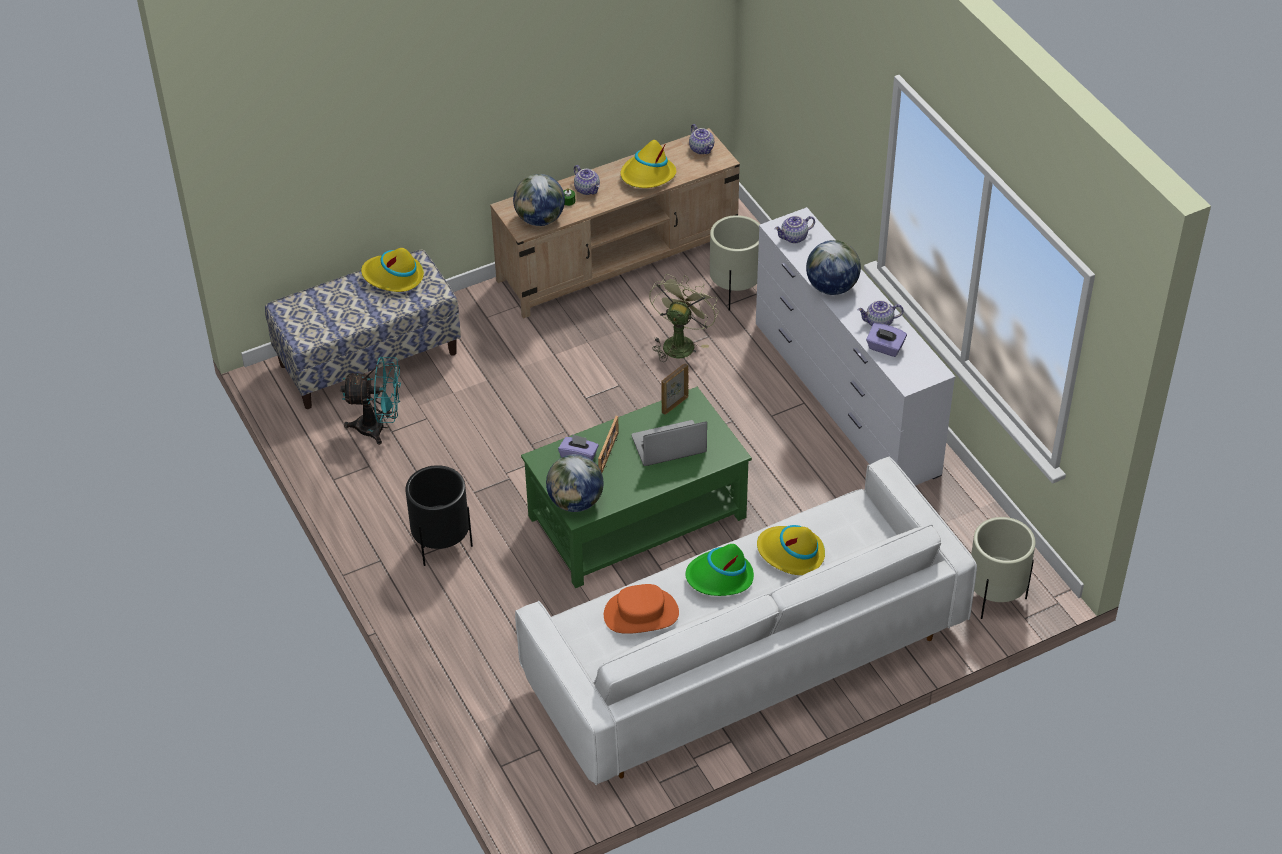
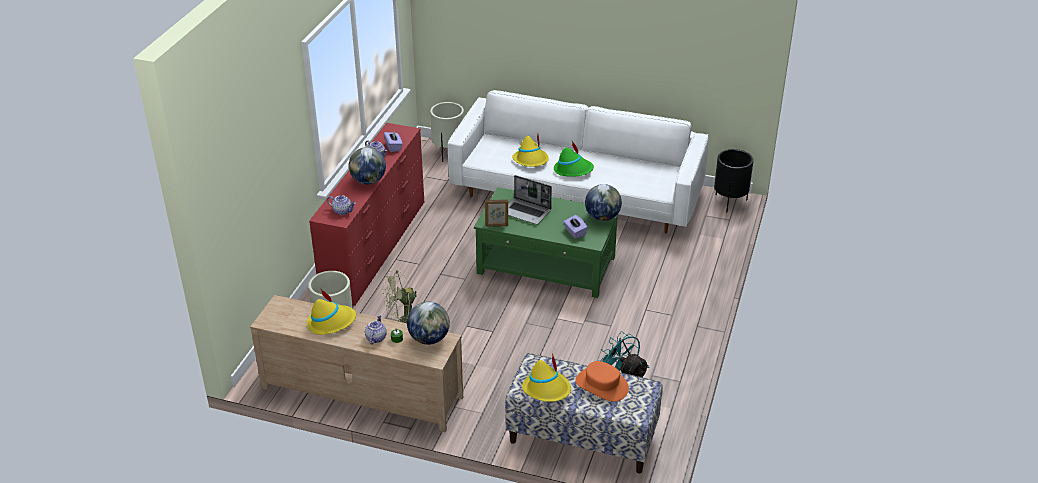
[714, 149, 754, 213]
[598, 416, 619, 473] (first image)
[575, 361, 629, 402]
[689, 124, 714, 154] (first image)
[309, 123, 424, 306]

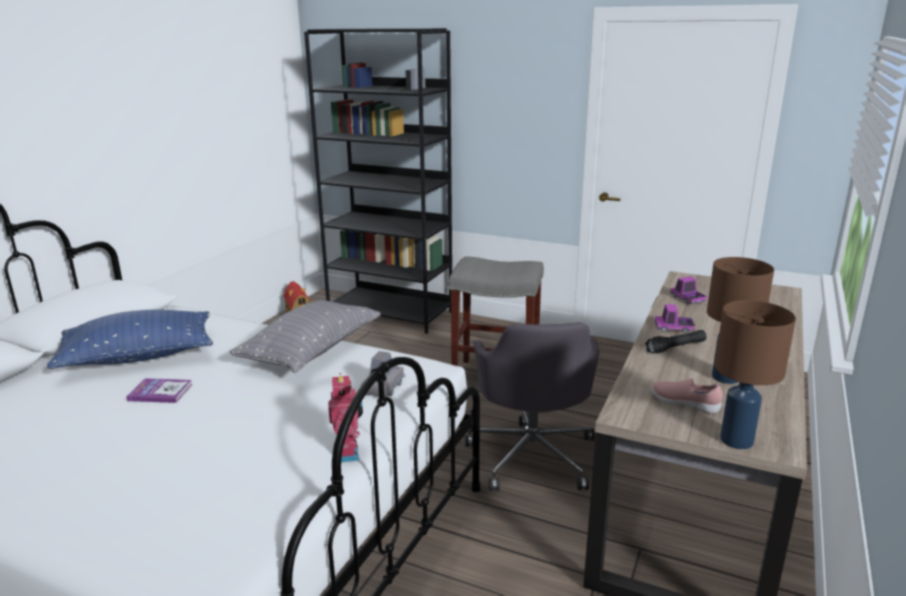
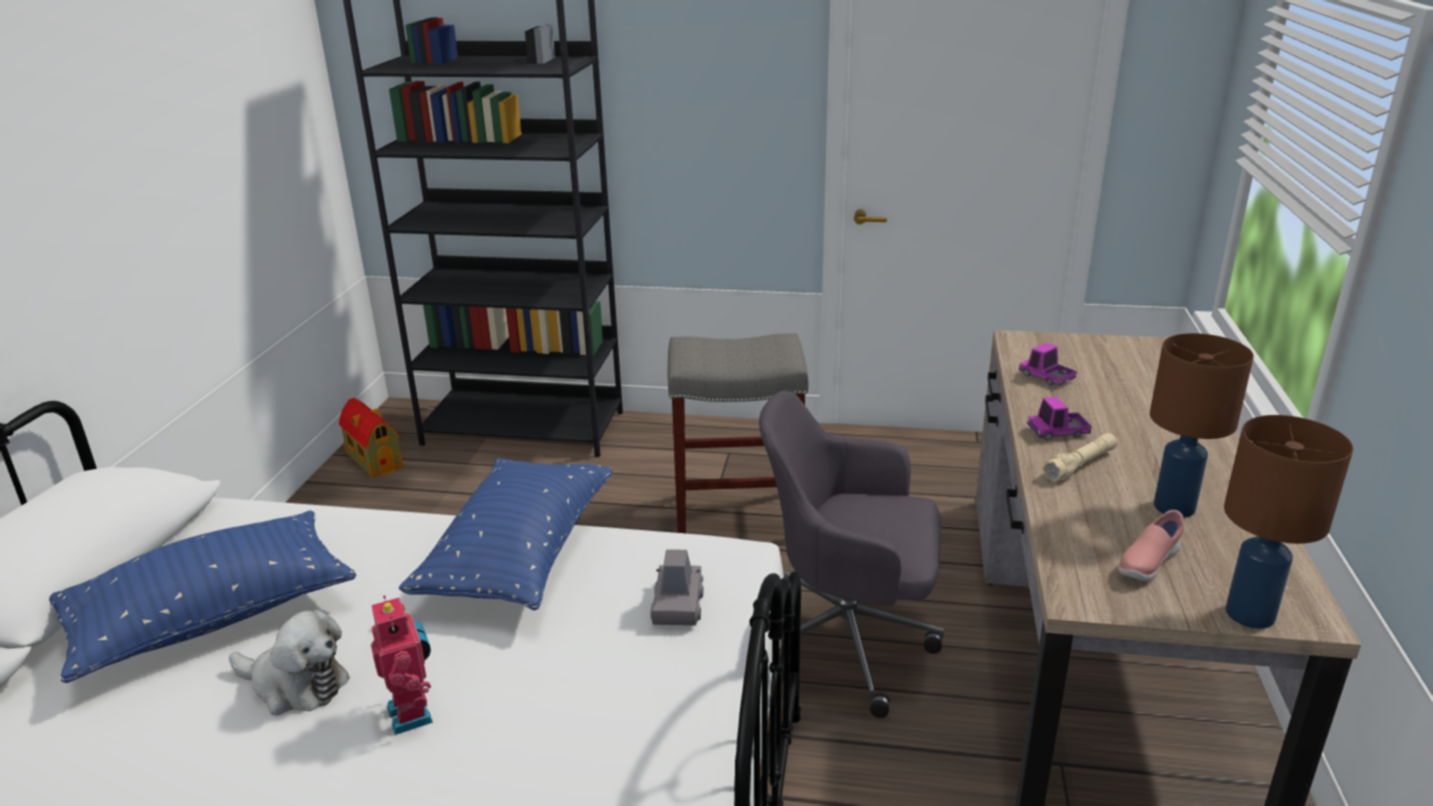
[229, 609, 350, 716]
[399, 458, 613, 610]
[371, 595, 433, 735]
[759, 390, 944, 718]
[1042, 433, 1117, 482]
[1118, 510, 1184, 581]

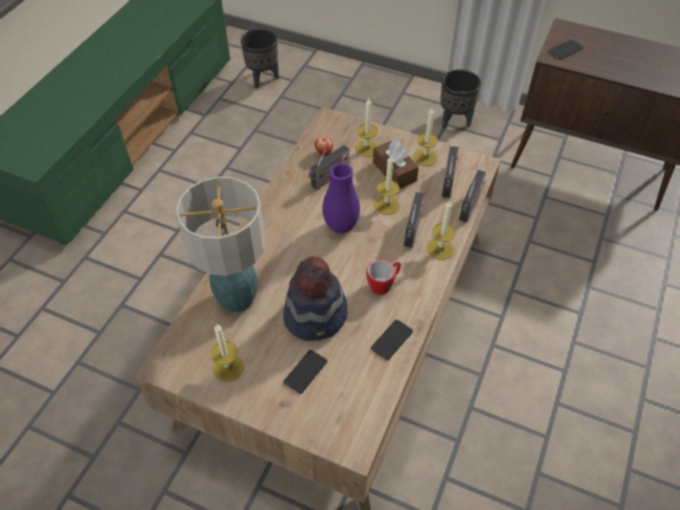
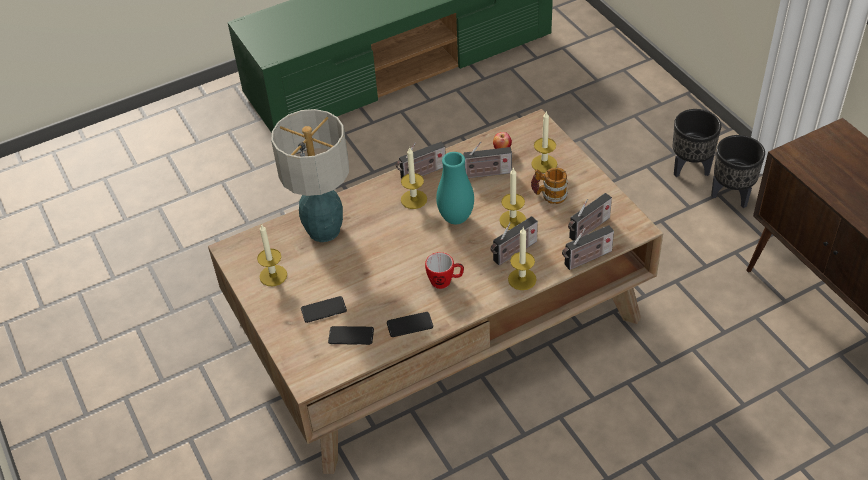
[673, 109, 721, 177]
[283, 257, 348, 341] (first image)
[436, 152, 474, 224]
[531, 168, 568, 204]
[401, 148, 427, 209]
[328, 326, 374, 345]
[396, 142, 446, 179]

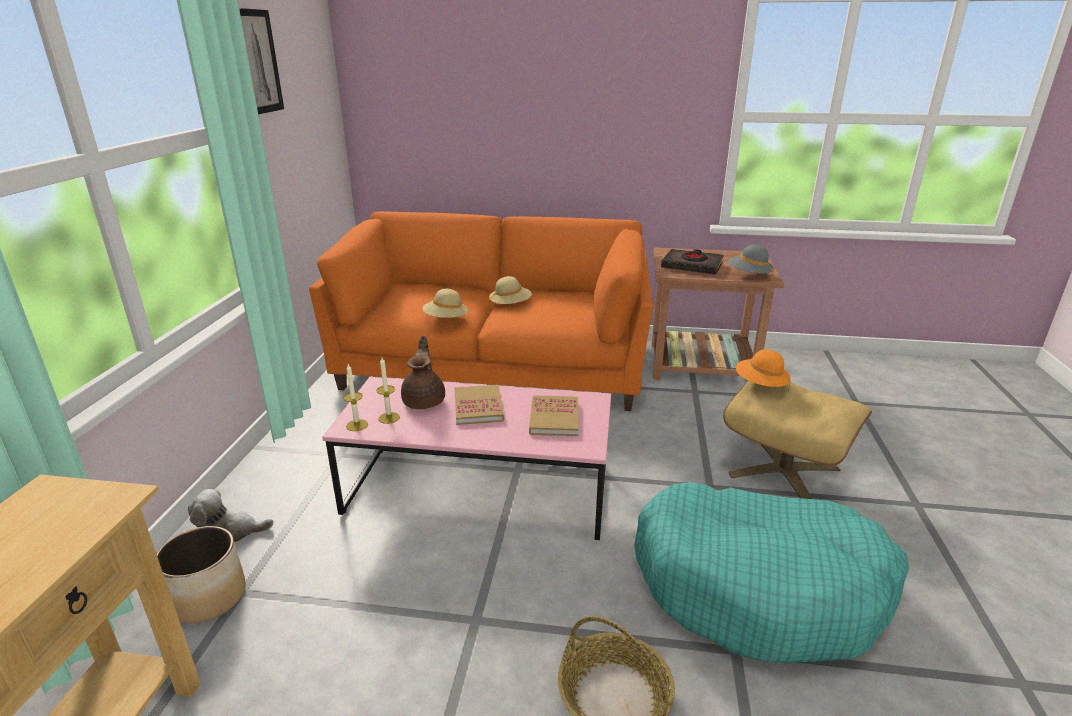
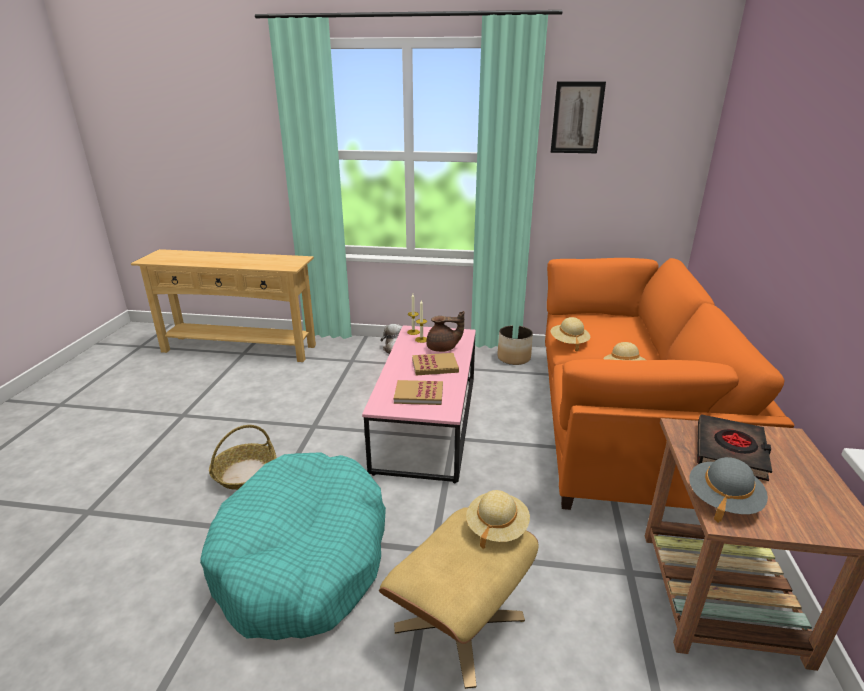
[497, 325, 533, 365]
[466, 490, 530, 549]

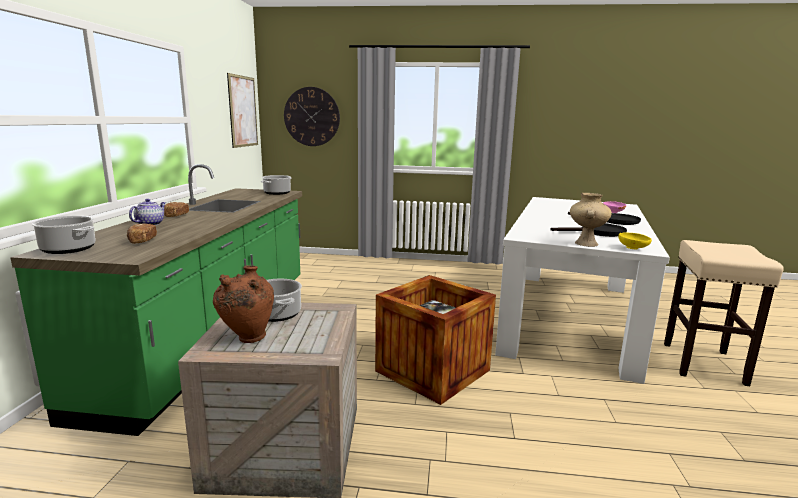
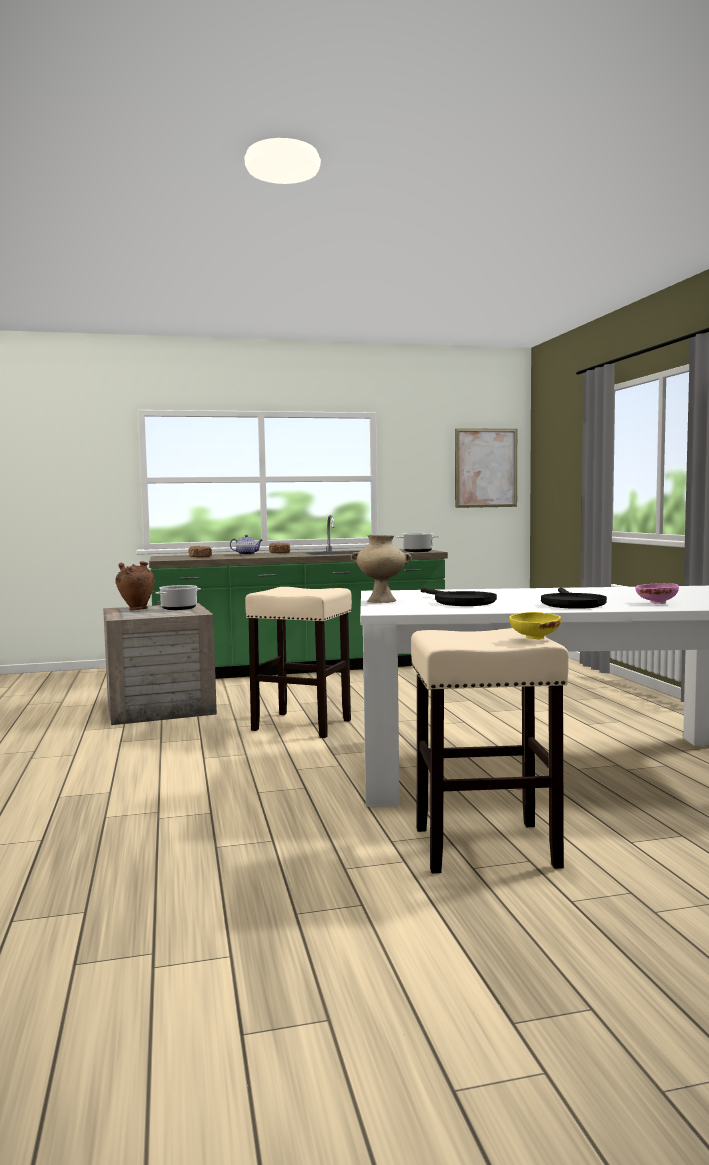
[32, 216, 96, 254] (first image)
[284, 87, 340, 146] (first image)
[245, 587, 352, 738]
[509, 612, 561, 639]

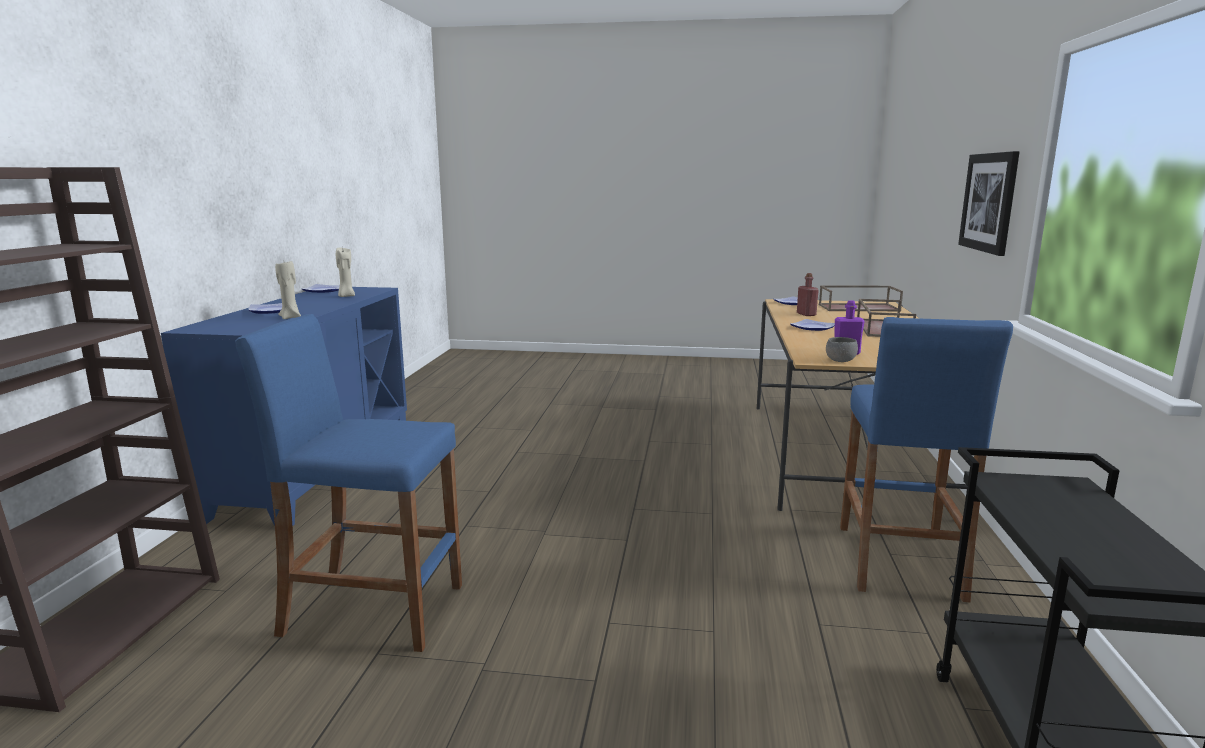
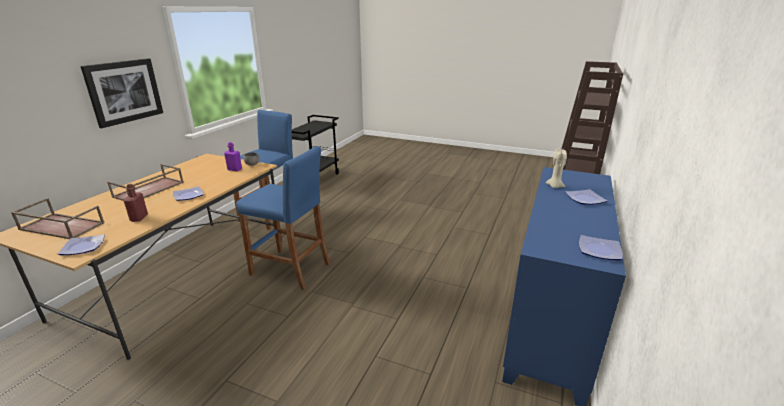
[236, 146, 330, 290]
[336, 248, 355, 297] (first image)

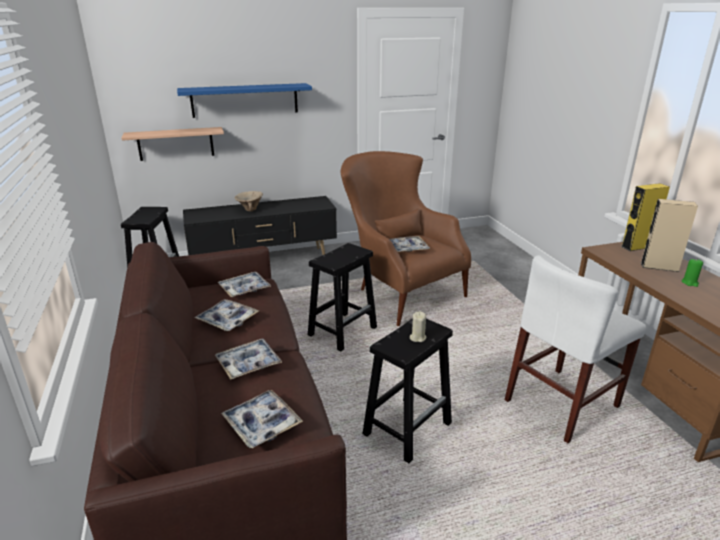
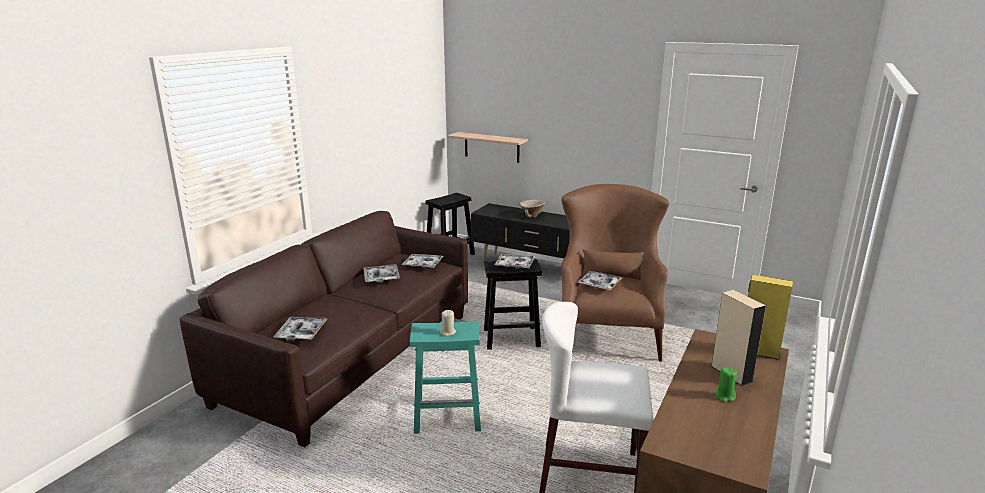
[177, 83, 312, 118] (first image)
[495, 254, 535, 269]
[410, 321, 481, 434]

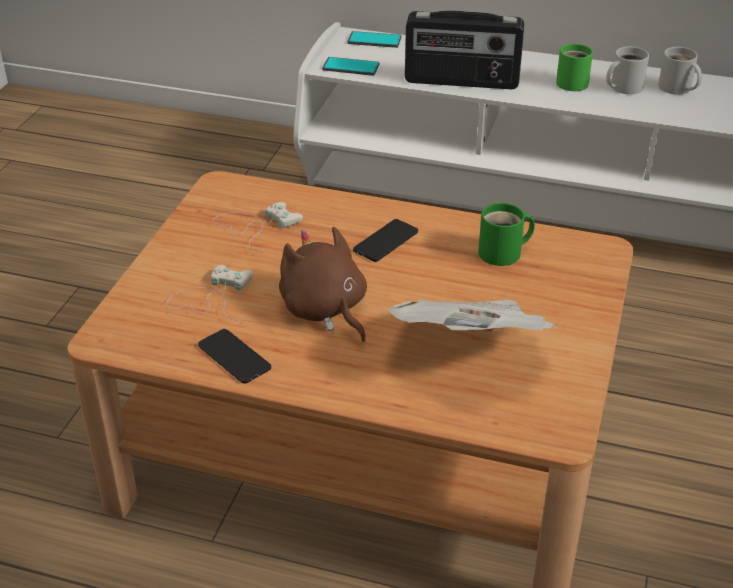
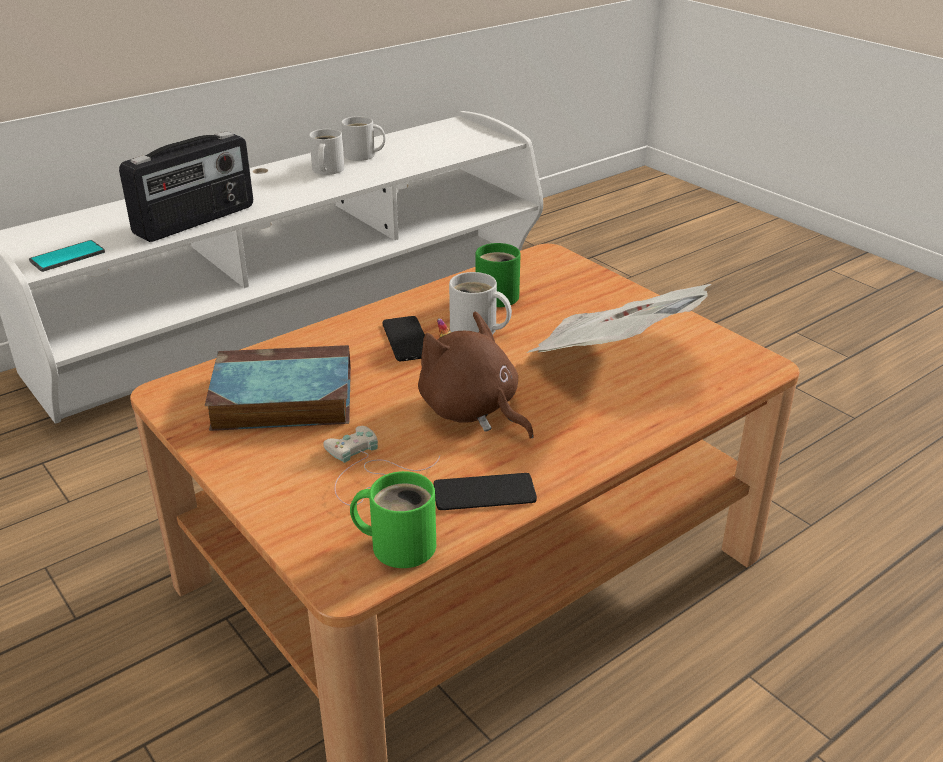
[205, 345, 351, 431]
[418, 311, 534, 439]
[348, 31, 401, 48] (first image)
[350, 471, 436, 568]
[449, 272, 512, 335]

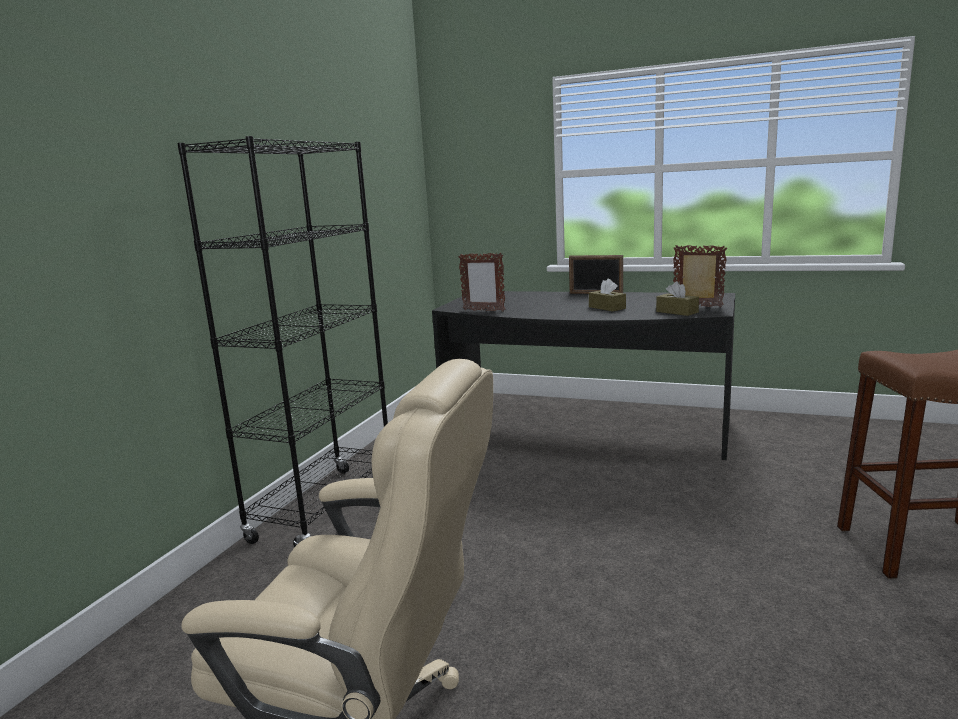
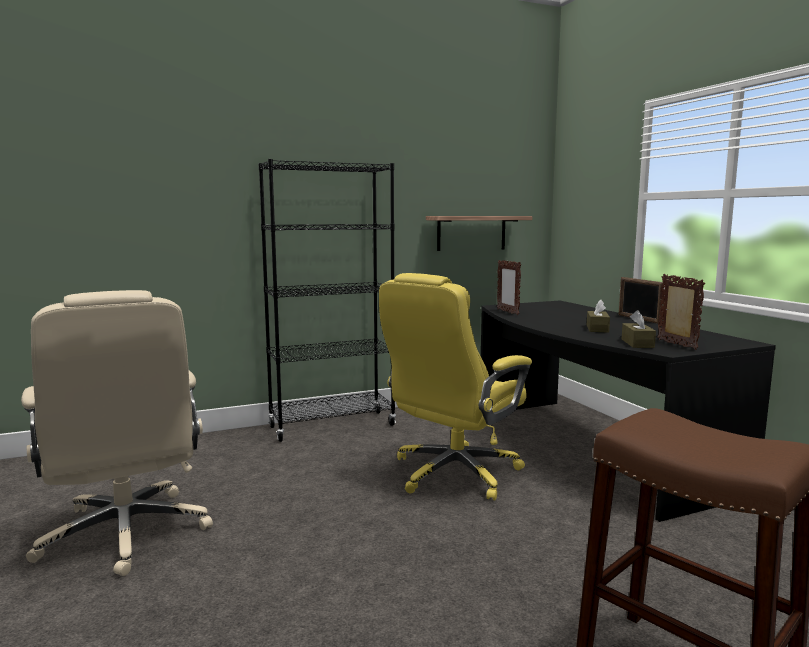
[379, 273, 532, 500]
[426, 216, 532, 251]

